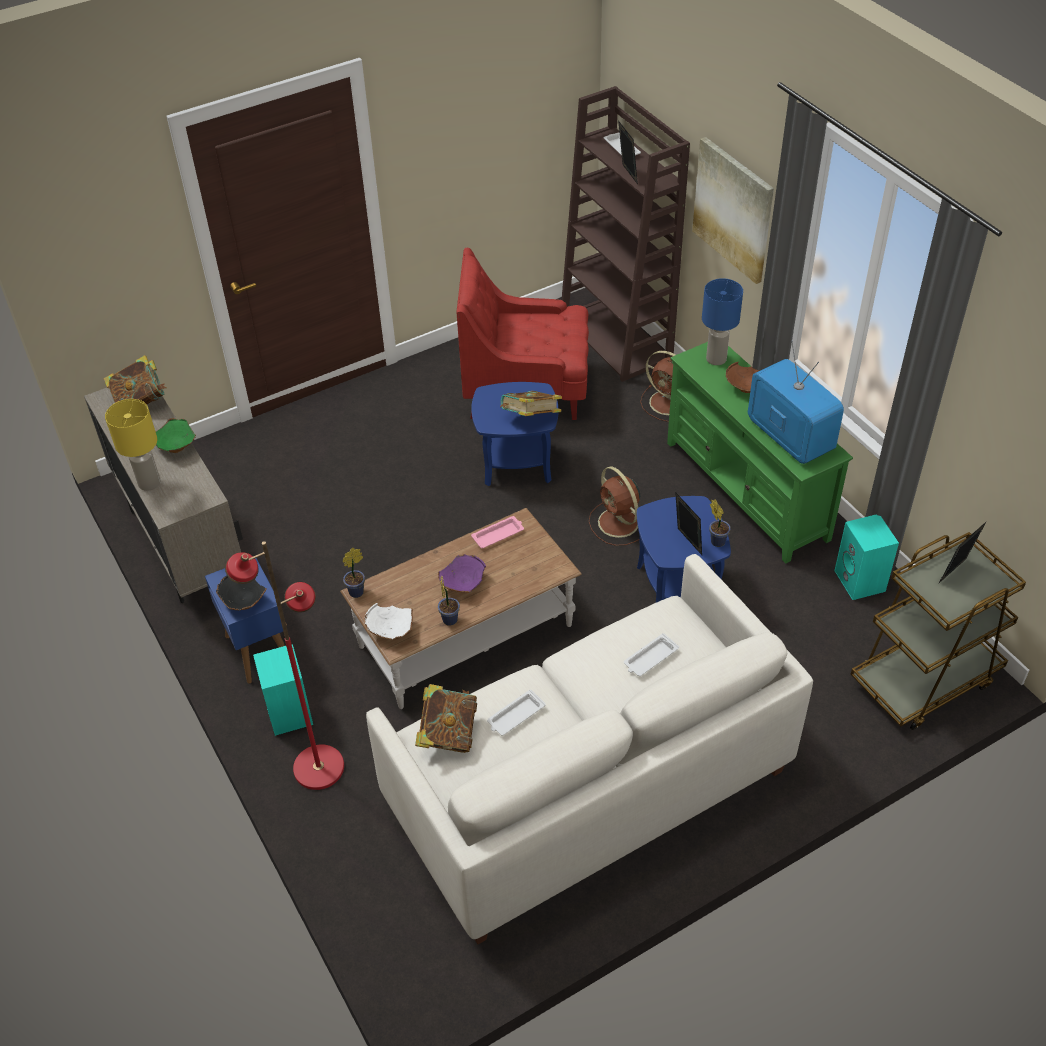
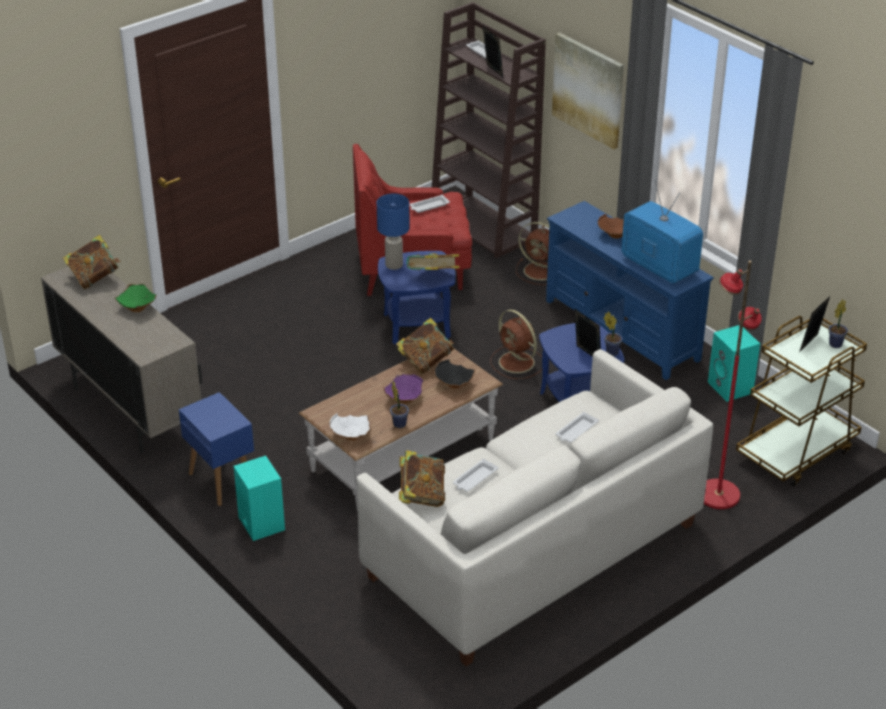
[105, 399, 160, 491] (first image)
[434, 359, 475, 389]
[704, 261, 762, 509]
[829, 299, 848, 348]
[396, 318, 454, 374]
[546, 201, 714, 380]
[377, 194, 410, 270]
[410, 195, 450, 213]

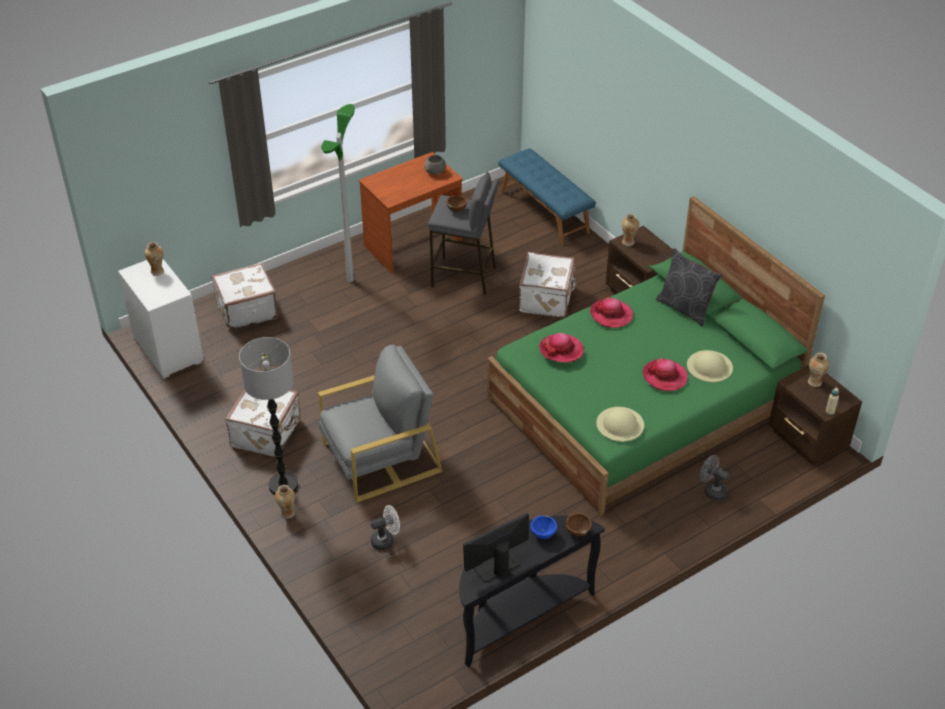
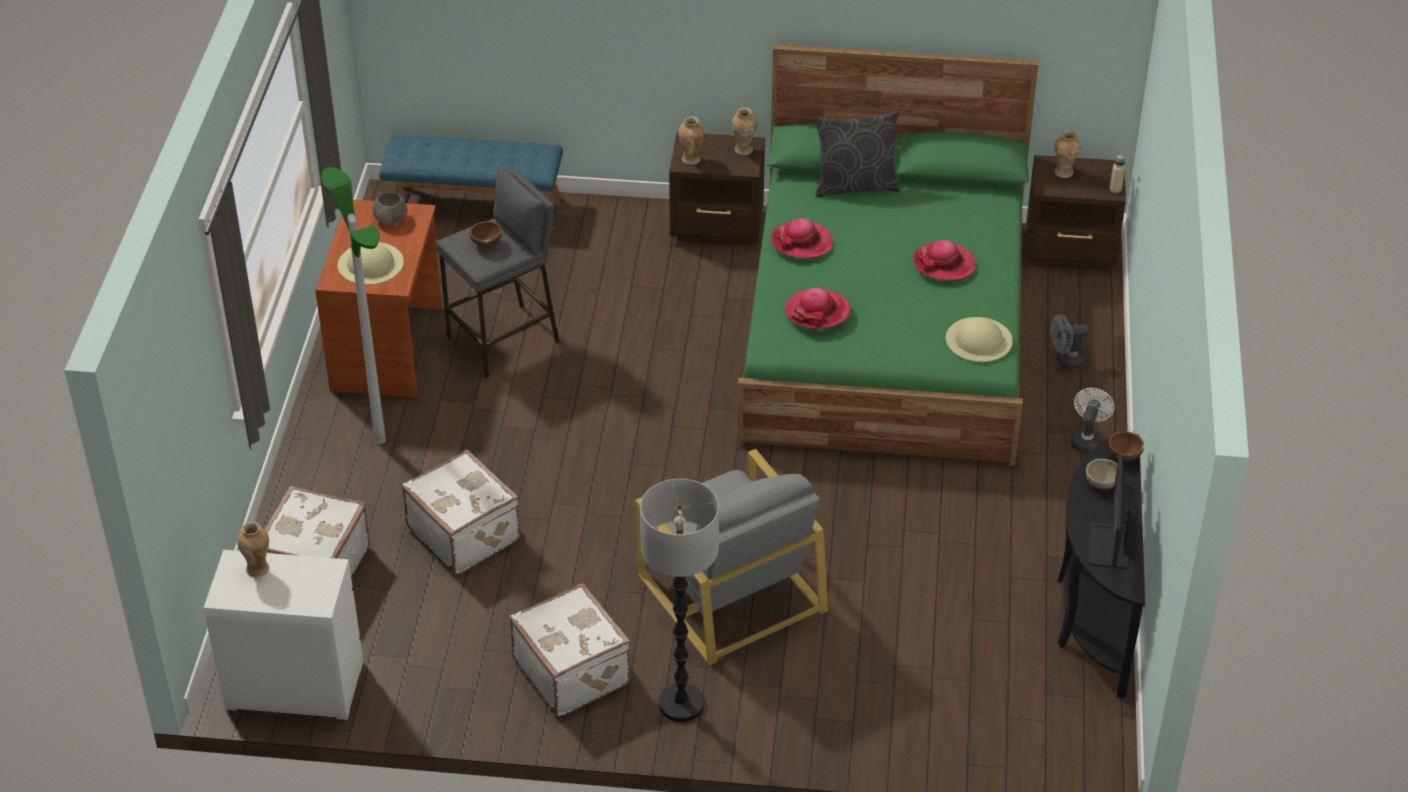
[732, 107, 757, 155]
[635, 449, 828, 666]
[1071, 388, 1115, 453]
[402, 450, 521, 574]
[1086, 459, 1117, 489]
[338, 242, 404, 285]

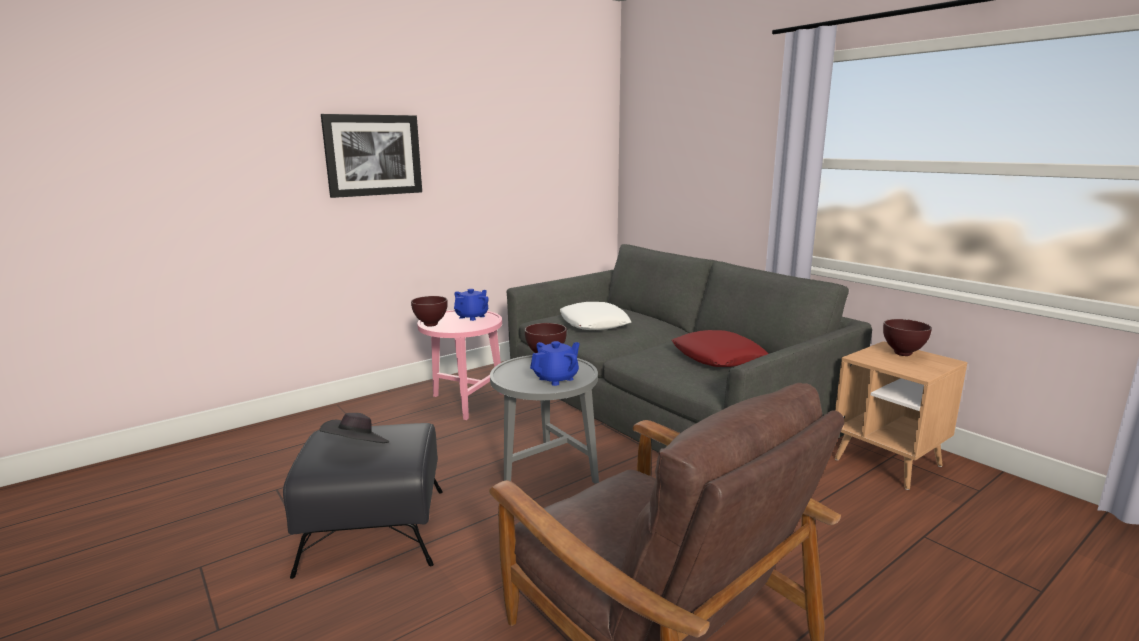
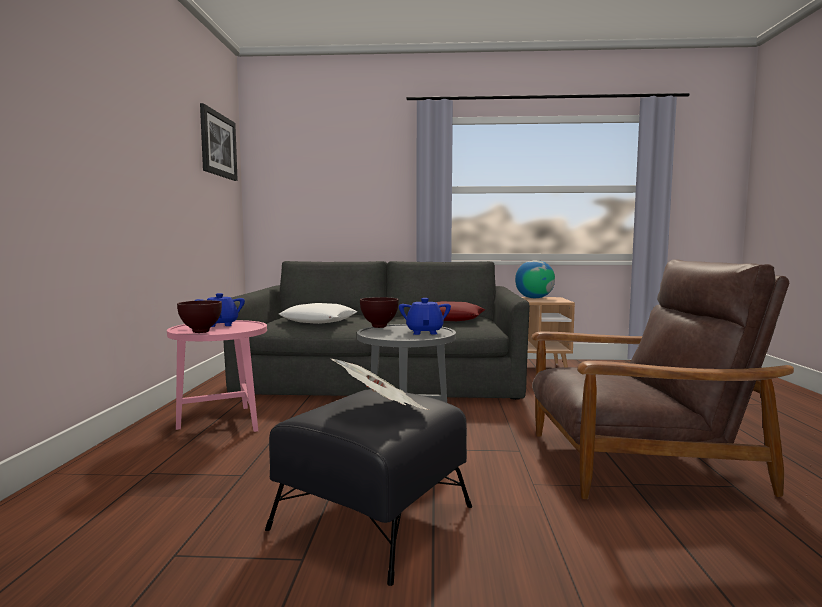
[331, 359, 429, 410]
[200, 103, 238, 181]
[515, 260, 555, 298]

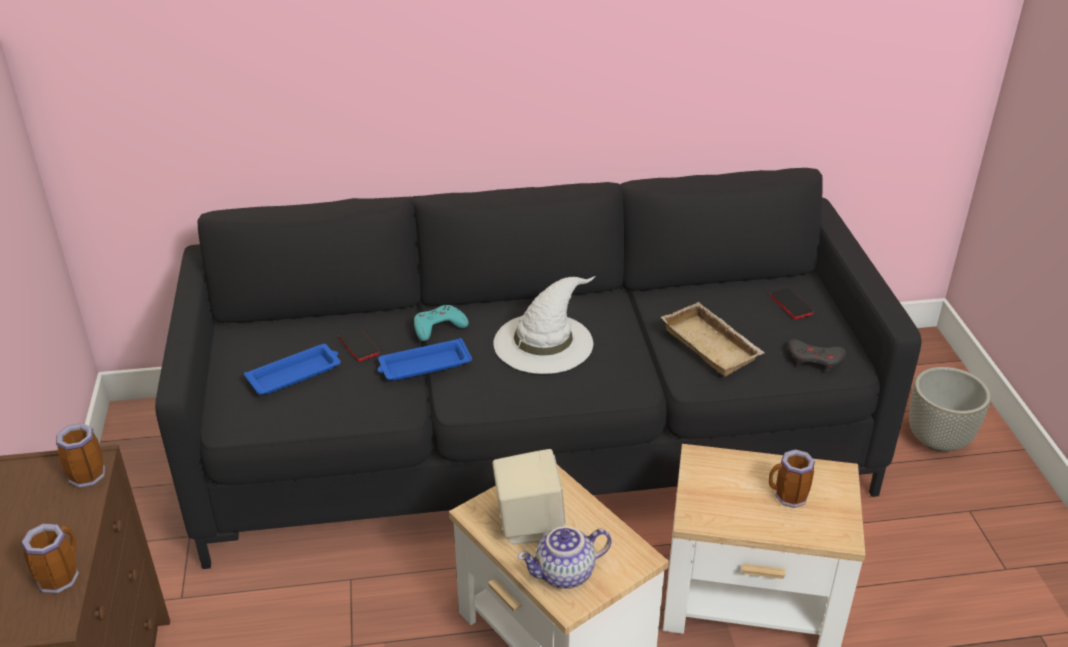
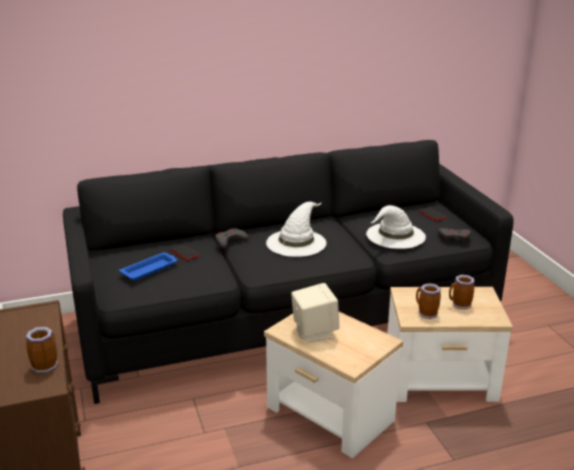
[416, 283, 441, 319]
[378, 338, 472, 380] (first image)
[215, 228, 249, 248]
[518, 526, 612, 589] (first image)
[366, 205, 426, 249]
[909, 367, 991, 452] (first image)

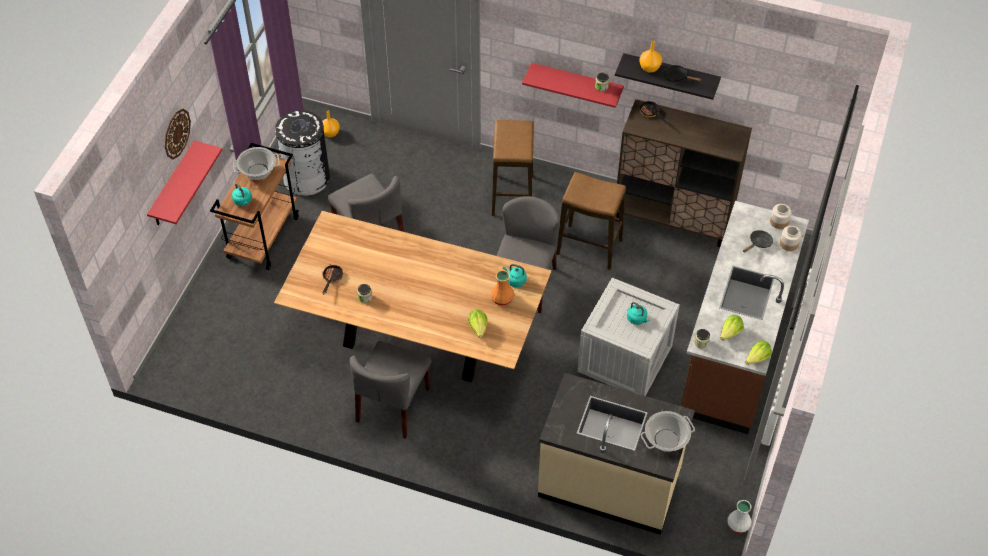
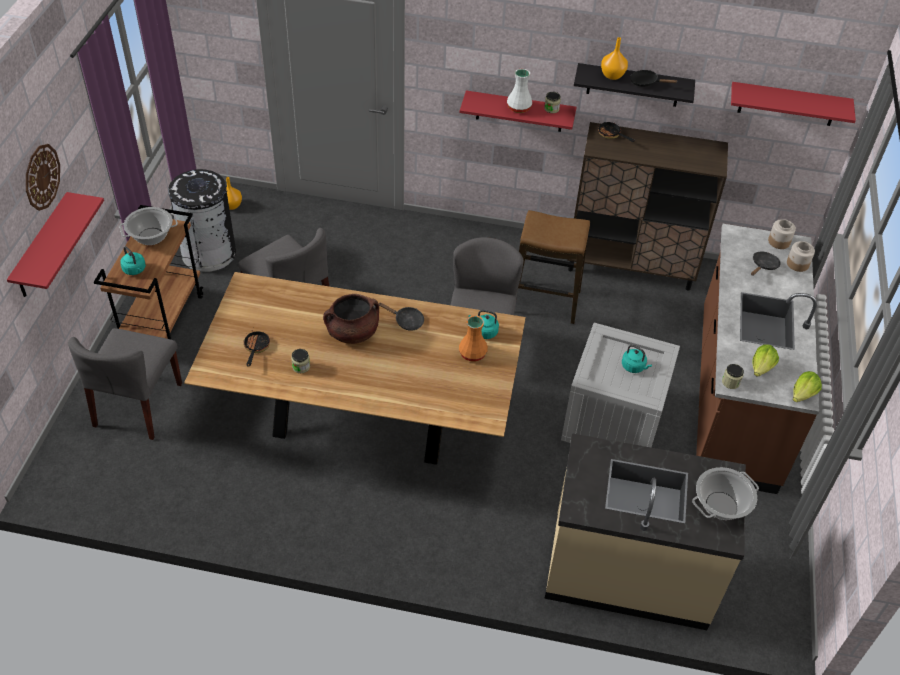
[68, 328, 182, 440]
[468, 310, 487, 338] (first image)
[492, 120, 534, 216] (first image)
[507, 69, 532, 113]
[323, 294, 379, 344]
[379, 302, 424, 331]
[731, 82, 856, 126]

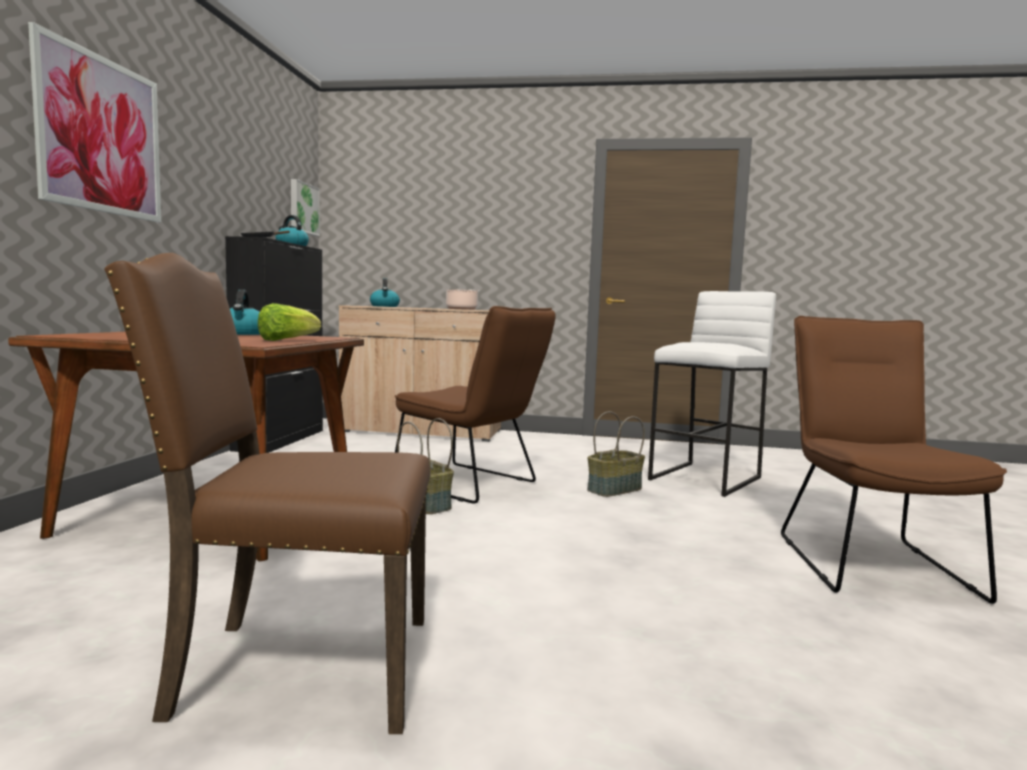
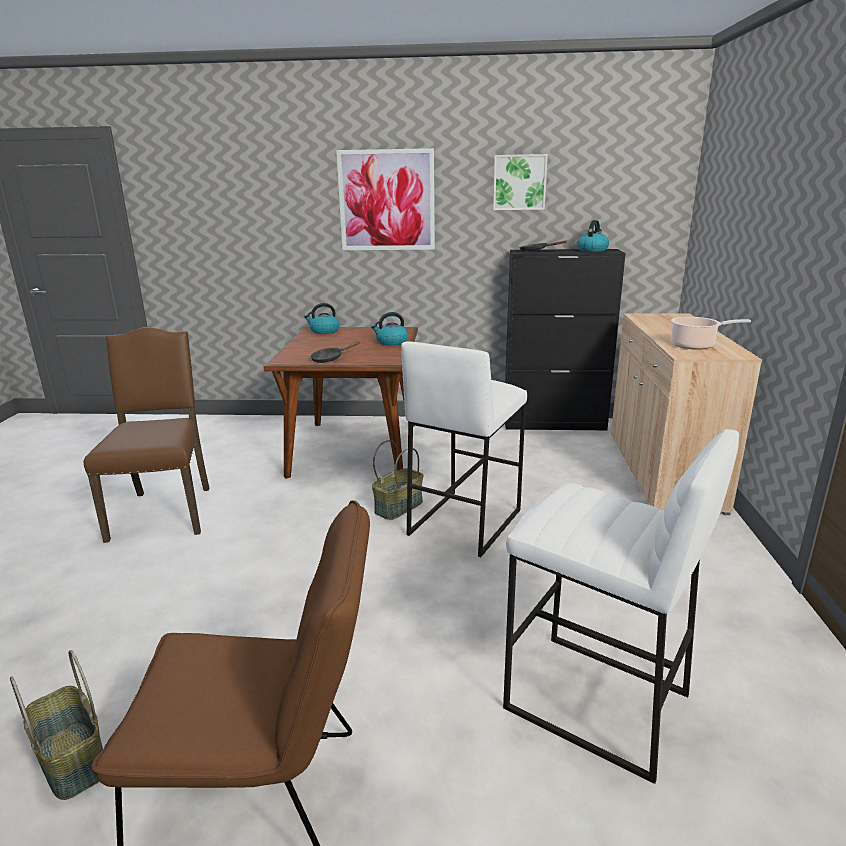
[310, 341, 360, 363]
[493, 154, 548, 210]
[304, 303, 339, 334]
[401, 341, 527, 557]
[10, 650, 103, 800]

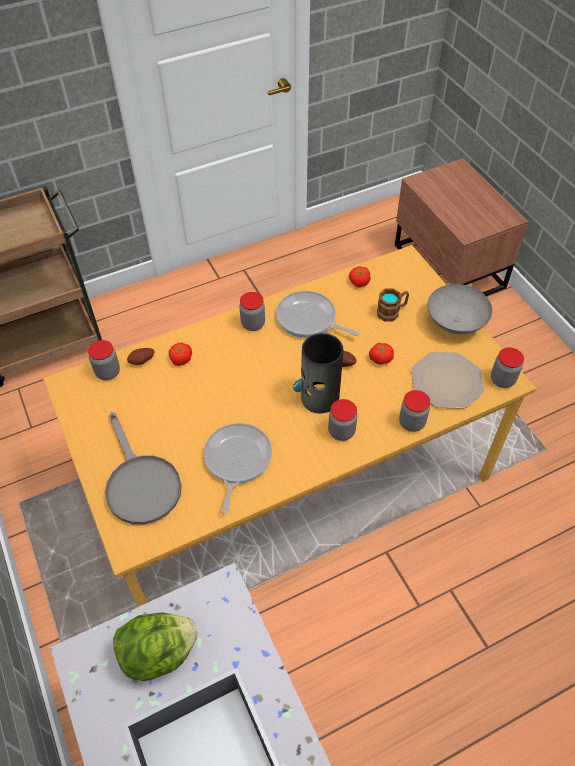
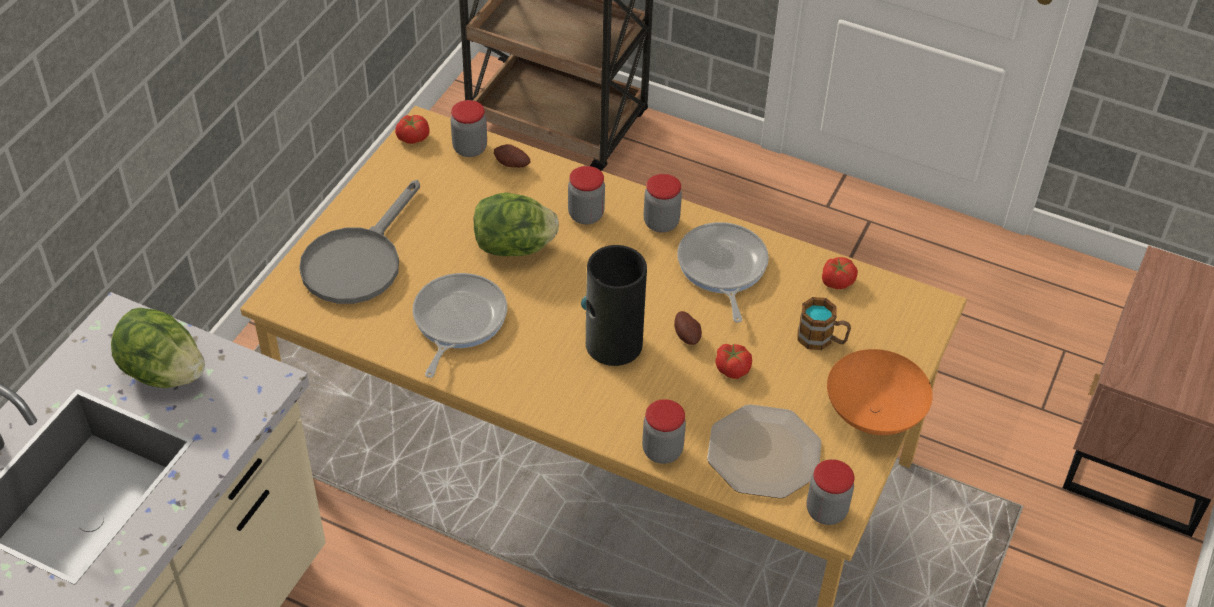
[395, 115, 430, 144]
[413, 273, 507, 378]
[568, 166, 605, 224]
[827, 349, 933, 435]
[474, 192, 559, 256]

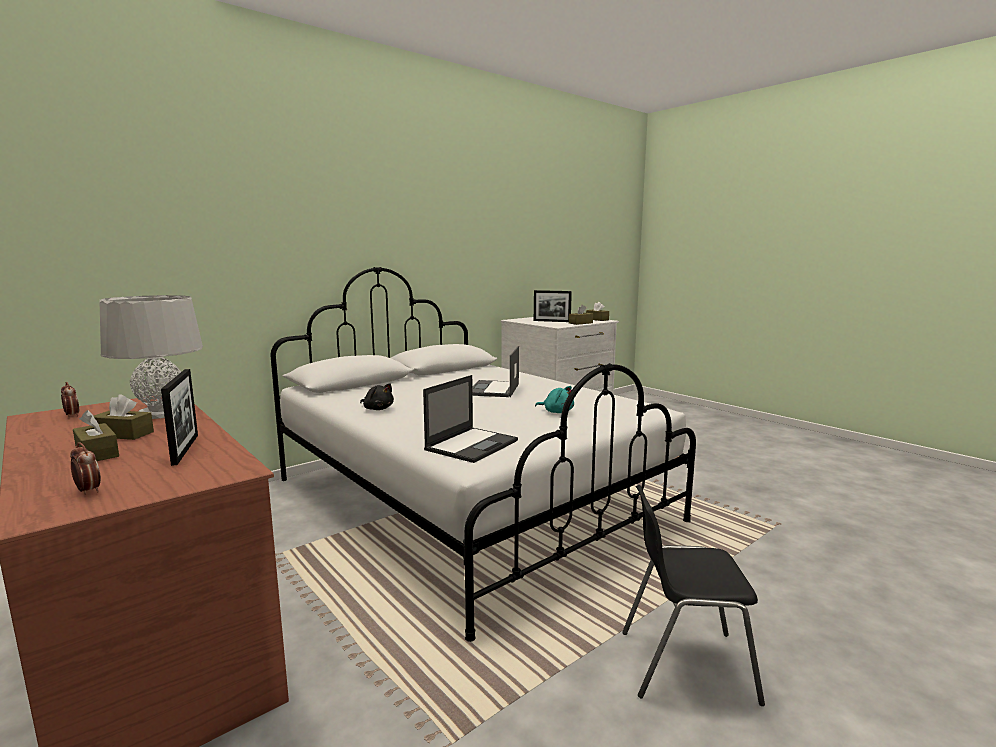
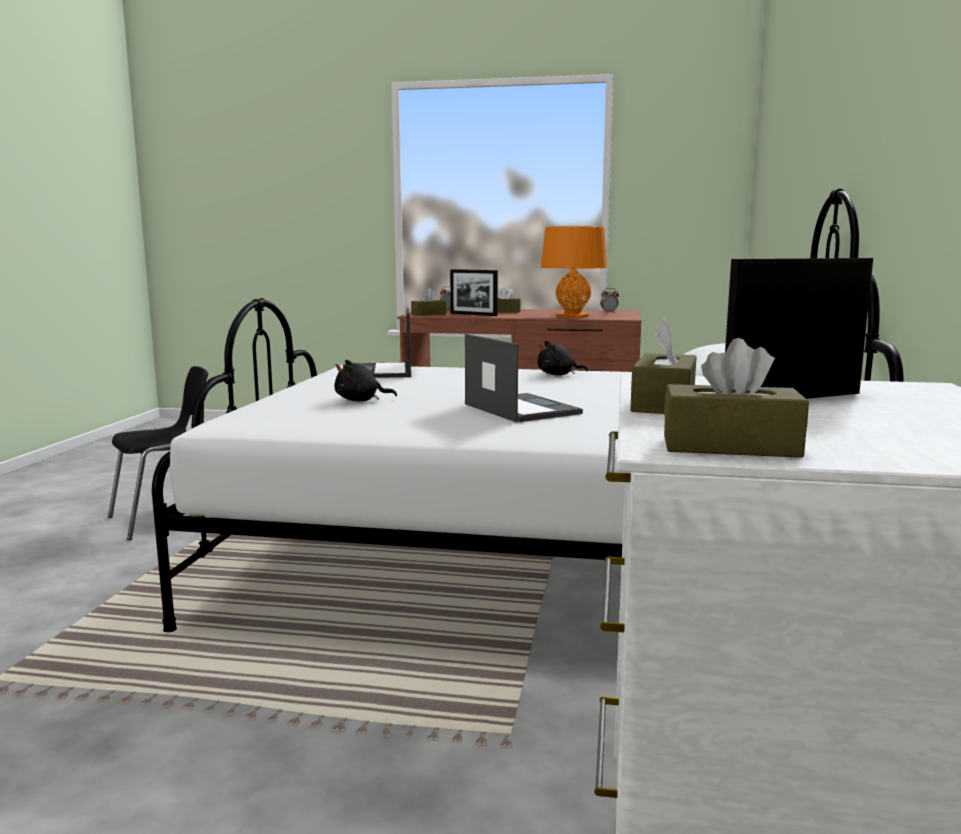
[411, 288, 446, 316]
[541, 226, 607, 318]
[334, 360, 397, 401]

